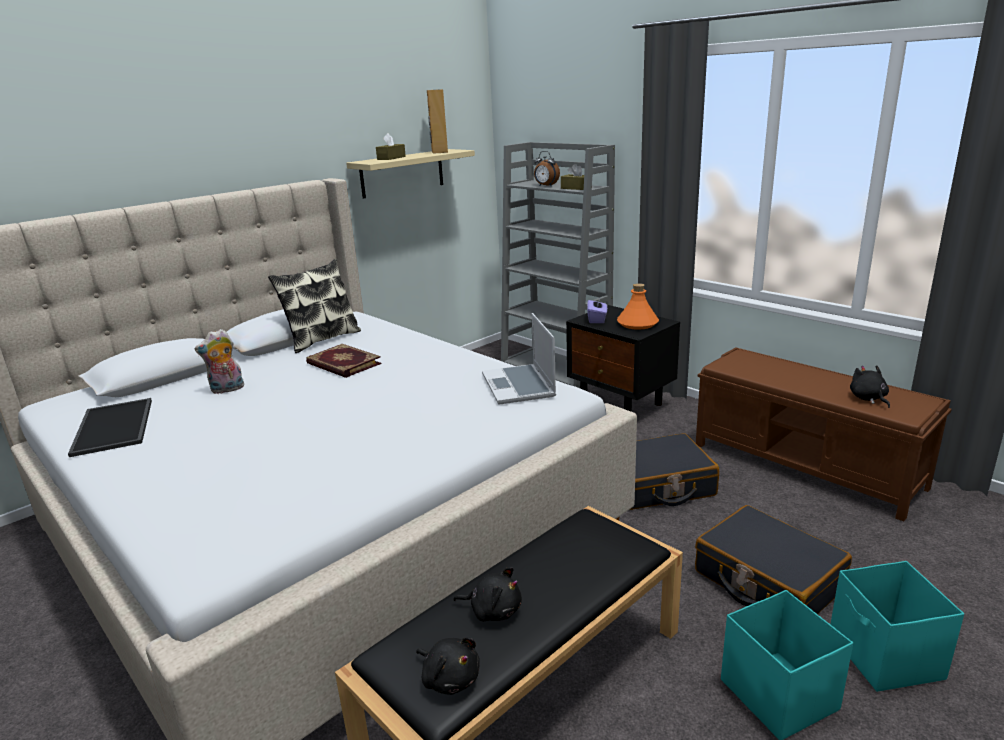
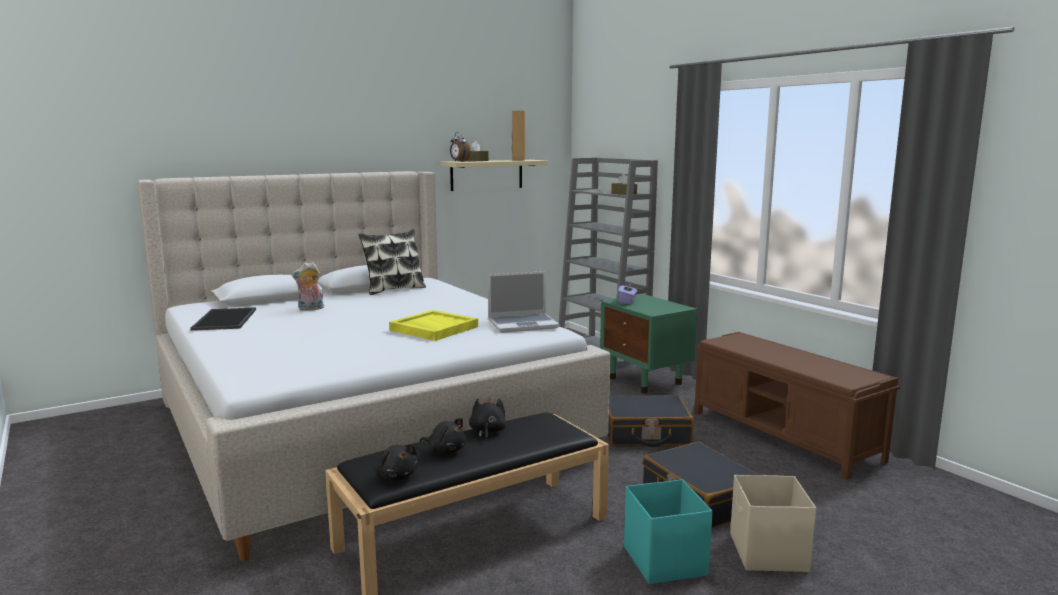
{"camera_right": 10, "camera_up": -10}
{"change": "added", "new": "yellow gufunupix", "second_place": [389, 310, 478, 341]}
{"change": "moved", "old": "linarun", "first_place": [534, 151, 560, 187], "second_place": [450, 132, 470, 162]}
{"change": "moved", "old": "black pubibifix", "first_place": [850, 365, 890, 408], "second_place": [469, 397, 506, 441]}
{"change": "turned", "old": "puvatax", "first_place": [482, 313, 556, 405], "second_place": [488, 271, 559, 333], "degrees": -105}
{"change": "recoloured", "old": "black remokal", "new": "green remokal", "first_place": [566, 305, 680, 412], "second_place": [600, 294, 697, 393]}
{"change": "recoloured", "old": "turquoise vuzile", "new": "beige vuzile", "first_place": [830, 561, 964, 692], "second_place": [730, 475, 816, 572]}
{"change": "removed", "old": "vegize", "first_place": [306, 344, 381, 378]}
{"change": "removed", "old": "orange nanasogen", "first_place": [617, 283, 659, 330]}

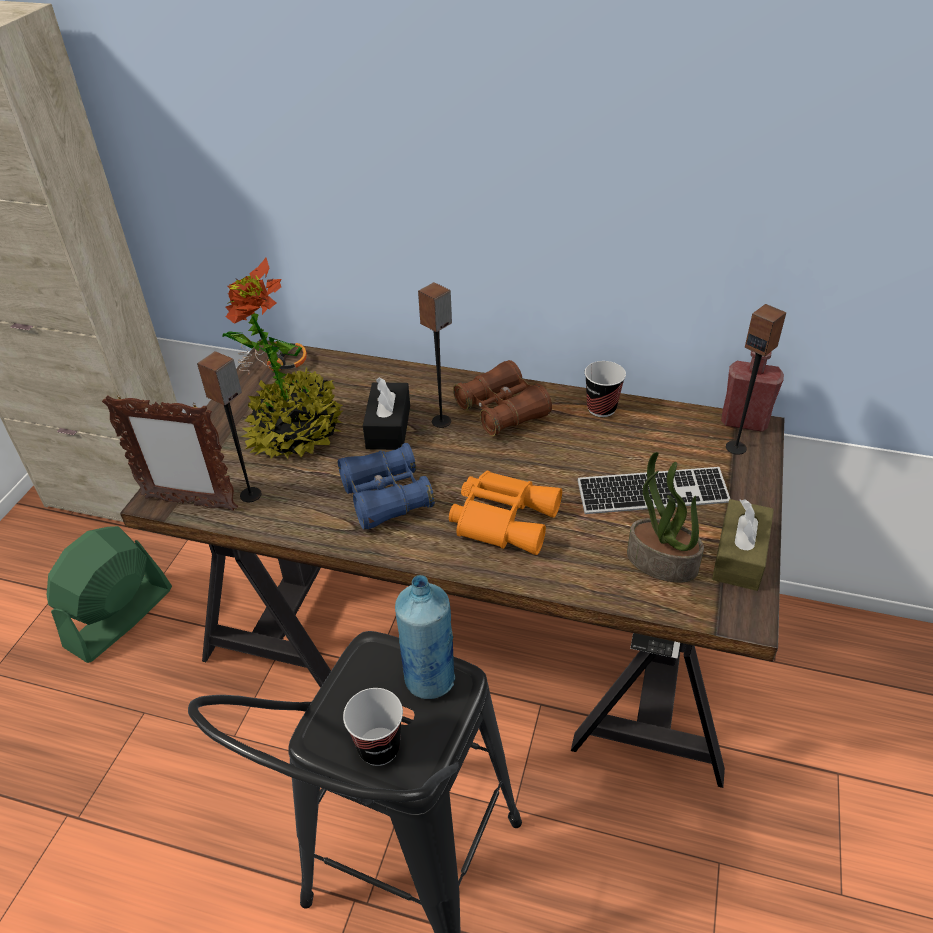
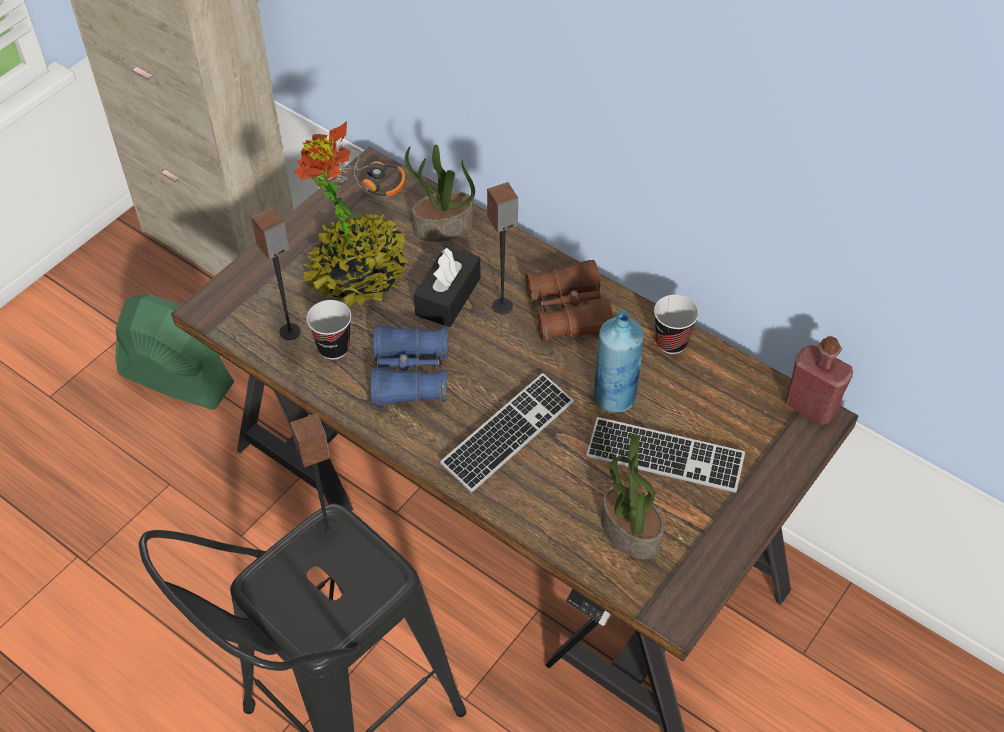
{"camera_right": 20, "camera_up": 10}
{"change": "turned", "old": "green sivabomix", "first_place": [47, 526, 172, 663], "second_place": [115, 294, 234, 410], "degrees": 60}
{"change": "moved", "old": "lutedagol", "first_place": [726, 304, 787, 455], "second_place": [290, 414, 340, 540]}
{"change": "moved", "old": "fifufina", "first_place": [343, 688, 403, 766], "second_place": [307, 300, 351, 360]}
{"change": "added", "new": "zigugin", "second_place": [405, 144, 475, 242]}
{"change": "replaced", "old": "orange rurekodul", "new": "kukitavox", "first_place": [449, 470, 562, 555], "second_place": [440, 373, 574, 493]}
{"change": "moved", "old": "blue nanasogen", "first_place": [395, 575, 455, 699], "second_place": [594, 311, 644, 413]}
{"change": "removed", "old": "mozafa", "first_place": [102, 395, 238, 511]}
{"change": "removed", "old": "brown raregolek", "first_place": [712, 499, 774, 591]}

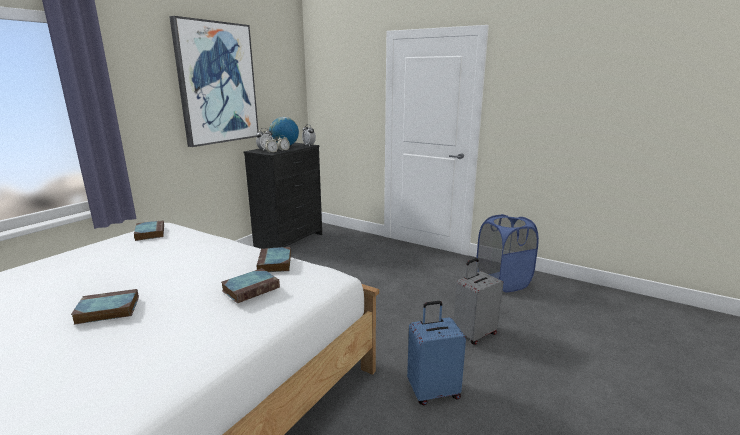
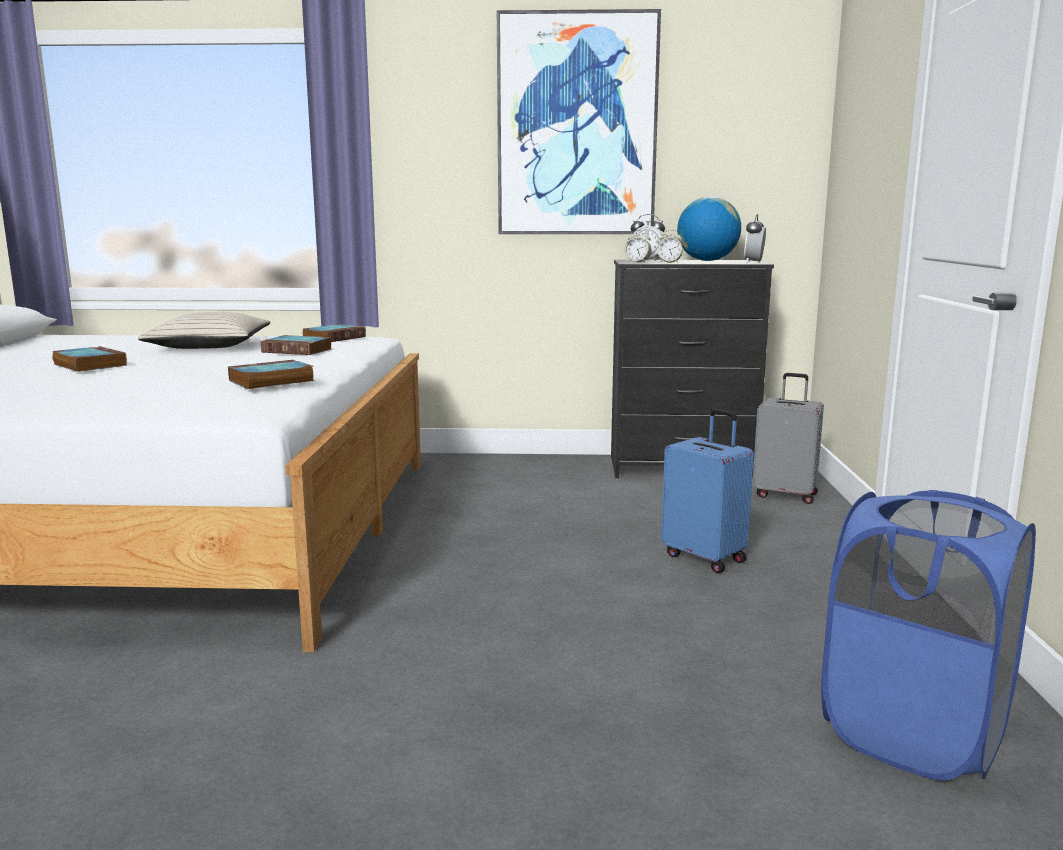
{"camera_right": 60, "camera_up": -5}
{"change": "added", "new": "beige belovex", "second_place": [138, 312, 271, 349]}
{"change": "moved", "old": "vegize", "first_place": [221, 268, 280, 304], "second_place": [260, 335, 331, 355]}
{"change": "moved", "old": "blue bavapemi", "first_place": [407, 301, 466, 405], "second_place": [661, 409, 754, 573]}
{"change": "moved", "old": "grey bavapemi", "first_place": [454, 258, 503, 345], "second_place": [752, 373, 824, 504]}

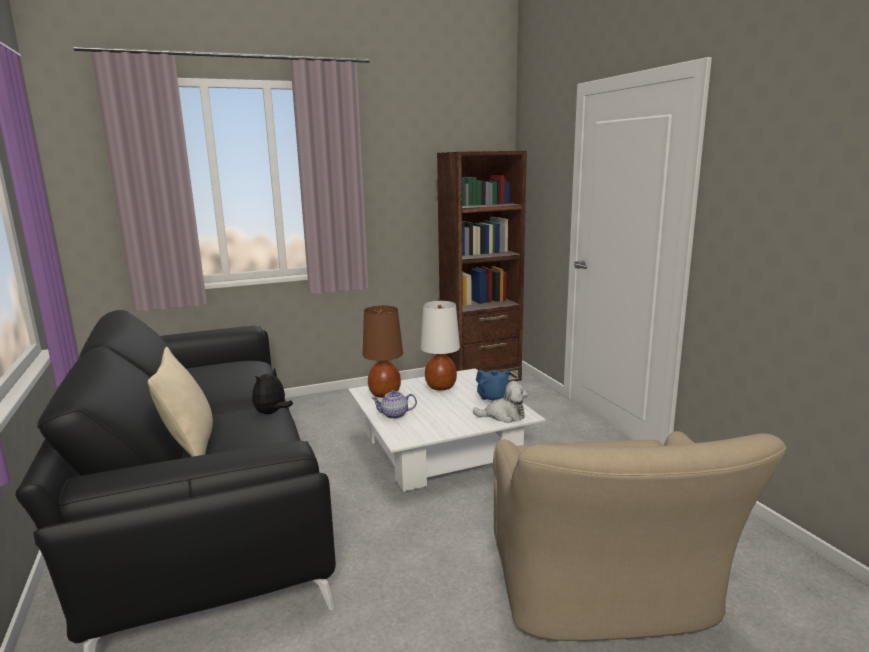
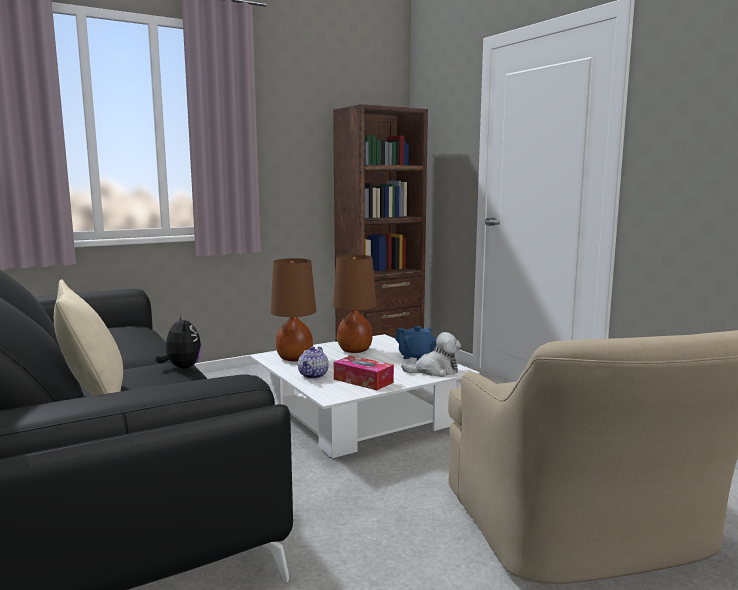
{"camera_right": -10, "camera_up": -5}
{"change": "turned", "old": "pubibifix", "first_place": [252, 367, 293, 414], "second_place": [156, 315, 201, 369], "degrees": 135}
{"change": "turned", "old": "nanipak", "first_place": [371, 390, 417, 419], "second_place": [298, 346, 329, 379], "degrees": -60}
{"change": "recoloured", "old": "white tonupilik", "new": "brown tonupilik", "first_place": [421, 301, 460, 390], "second_place": [333, 255, 376, 353]}
{"change": "added", "new": "raregolek", "second_place": [334, 356, 394, 390]}

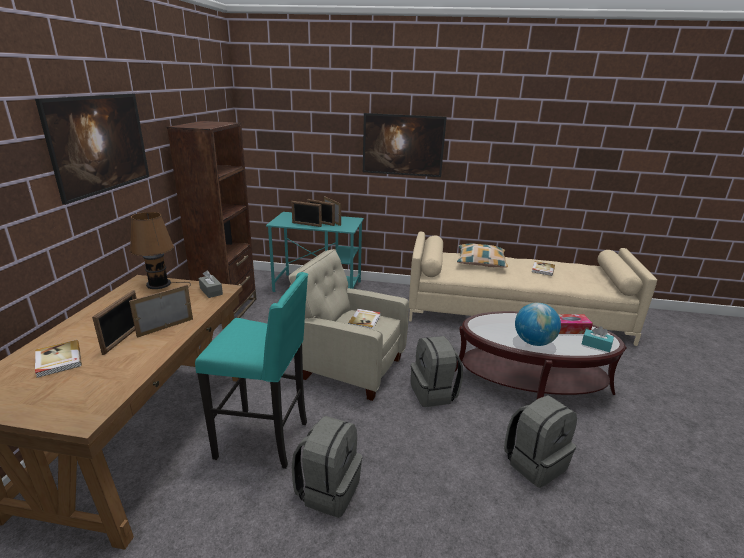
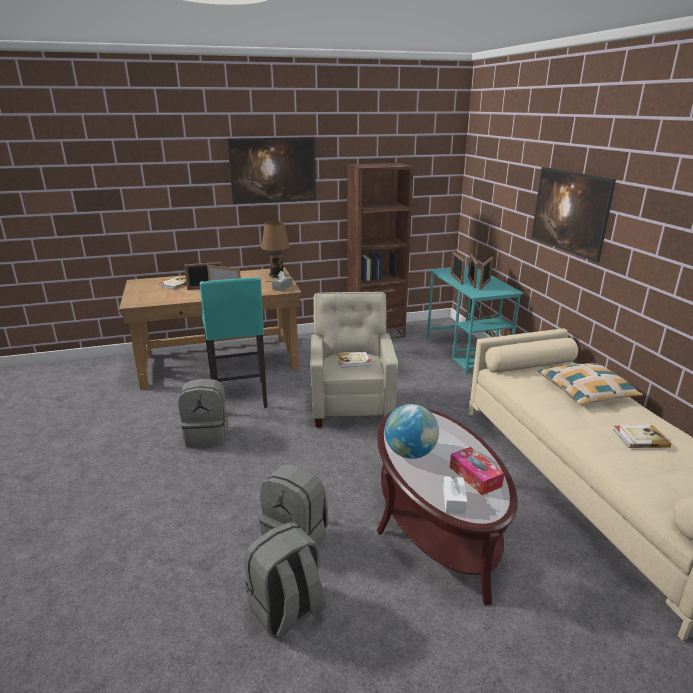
{"camera_right": 65, "camera_up": 0}
{"change": "moved", "old": "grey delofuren", "first_place": [411, 336, 463, 407], "second_place": [244, 523, 326, 637]}
{"change": "recoloured", "old": "turquoise raregolek", "new": "white raregolek", "first_place": [582, 326, 614, 352], "second_place": [443, 474, 467, 514]}

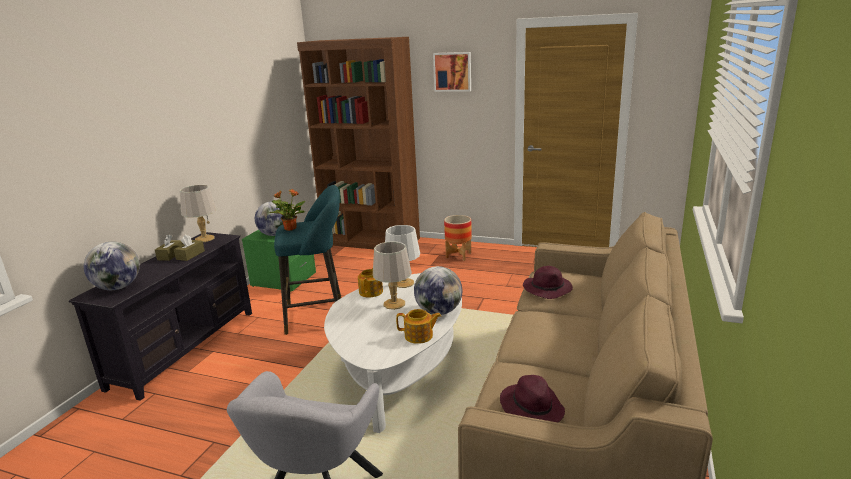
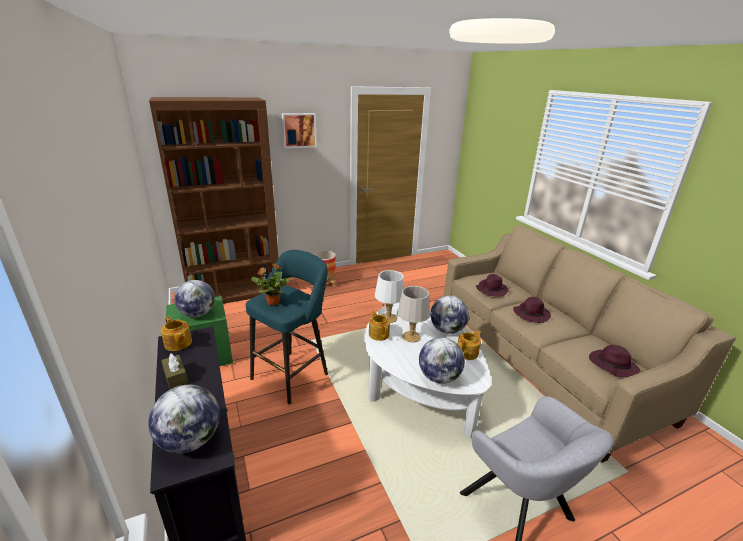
{"camera_right": -45, "camera_up": 5}
{"change": "replaced", "old": "grey tonupilik", "new": "nanipak", "first_place": [180, 185, 217, 242], "second_place": [161, 317, 192, 351]}
{"change": "added", "new": "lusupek", "second_place": [419, 337, 465, 384]}
{"change": "added", "new": "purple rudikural", "second_place": [513, 297, 551, 323]}
{"change": "removed", "old": "brown raregolek", "first_place": [174, 234, 205, 261]}

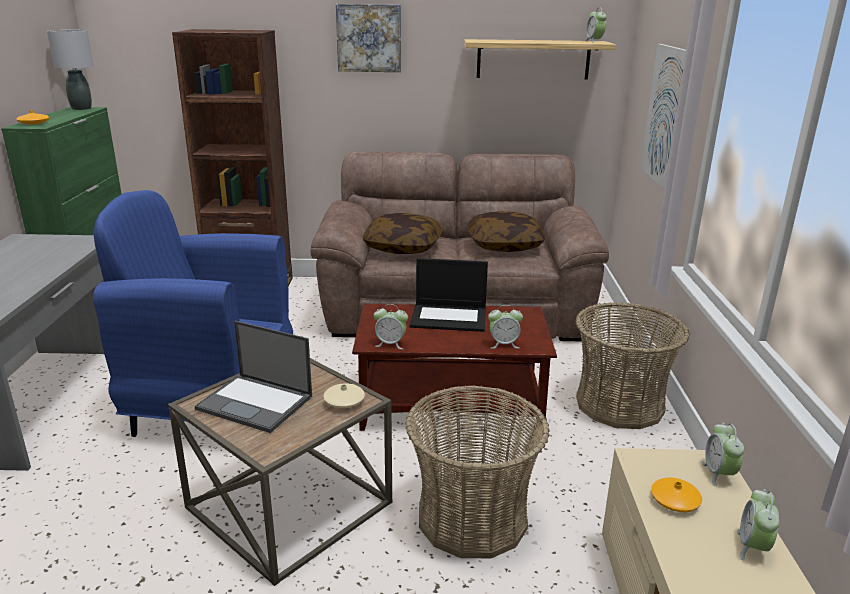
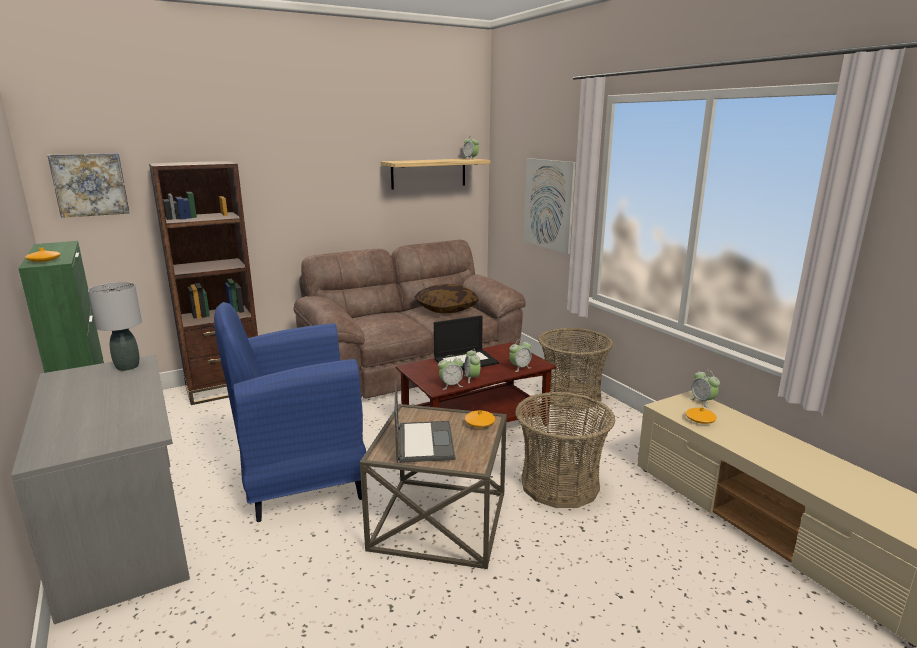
{"camera_right": -30, "camera_up": -5}
{"change": "moved", "old": "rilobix", "first_place": [336, 4, 401, 72], "second_place": [47, 153, 130, 218]}
{"change": "moved", "old": "grey tonupilik", "first_place": [47, 30, 93, 110], "second_place": [88, 282, 142, 371]}
{"change": "turned", "old": "puvatax", "first_place": [195, 321, 312, 433], "second_place": [395, 380, 455, 463], "degrees": -90}
{"change": "moved", "old": "linarun", "first_place": [737, 489, 780, 560], "second_place": [464, 349, 480, 384]}
{"change": "recoloured", "old": "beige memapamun", "new": "orange memapamun", "first_place": [323, 383, 365, 408], "second_place": [465, 410, 495, 428]}
{"change": "removed", "old": "belovex", "first_place": [363, 213, 442, 254]}

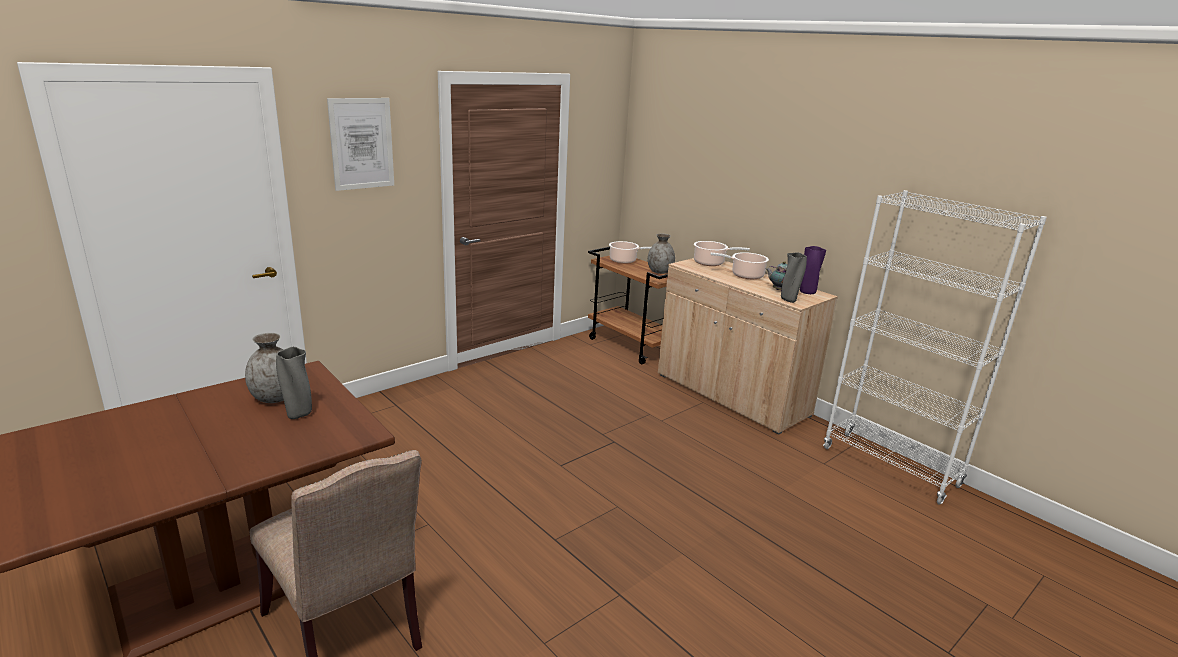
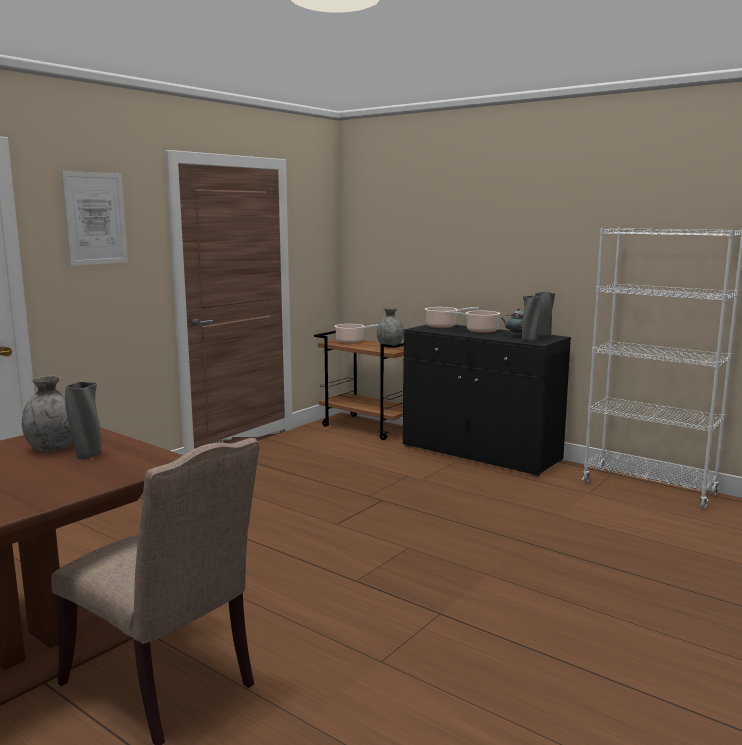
{"camera_right": -10, "camera_up": -10}
{"change": "recoloured", "old": "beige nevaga", "new": "black nevaga", "first_place": [658, 258, 838, 434], "second_place": [403, 325, 571, 477]}
{"change": "recoloured", "old": "purple memapamun", "new": "grey memapamun", "first_place": [800, 246, 826, 294], "second_place": [535, 292, 555, 337]}

